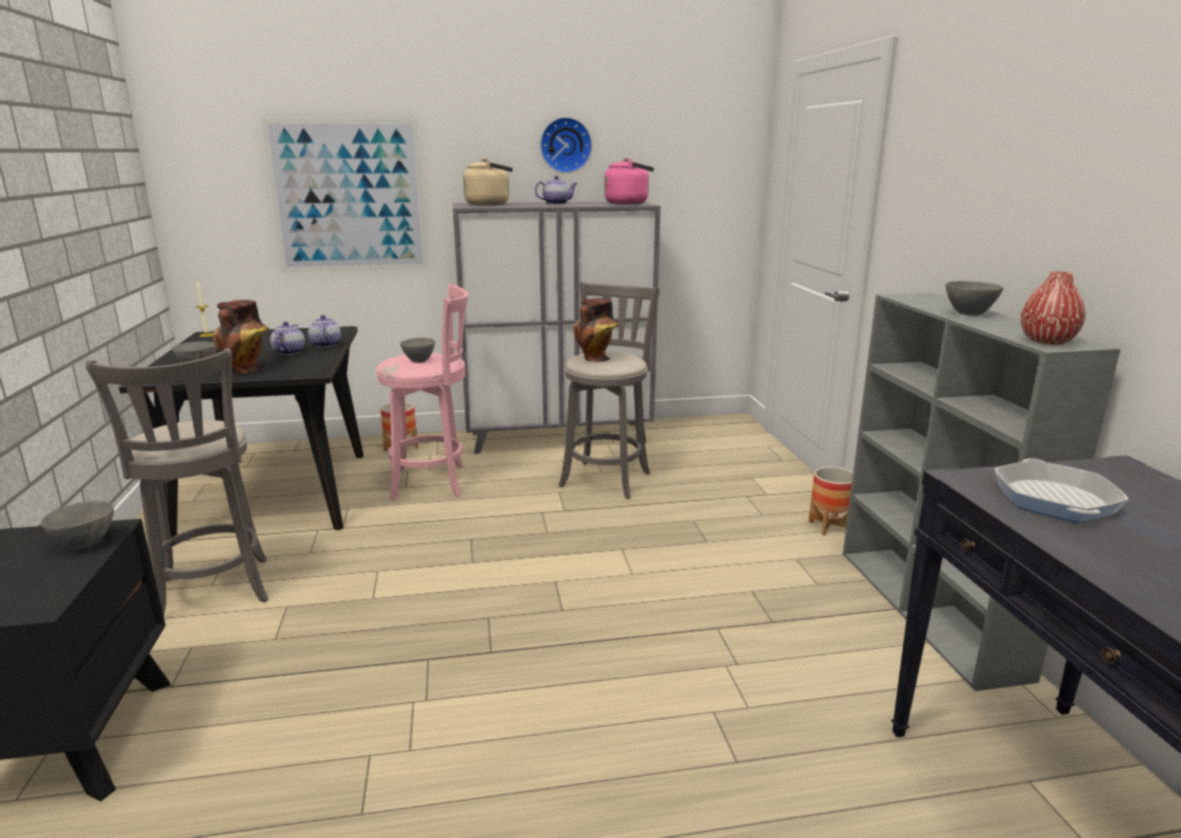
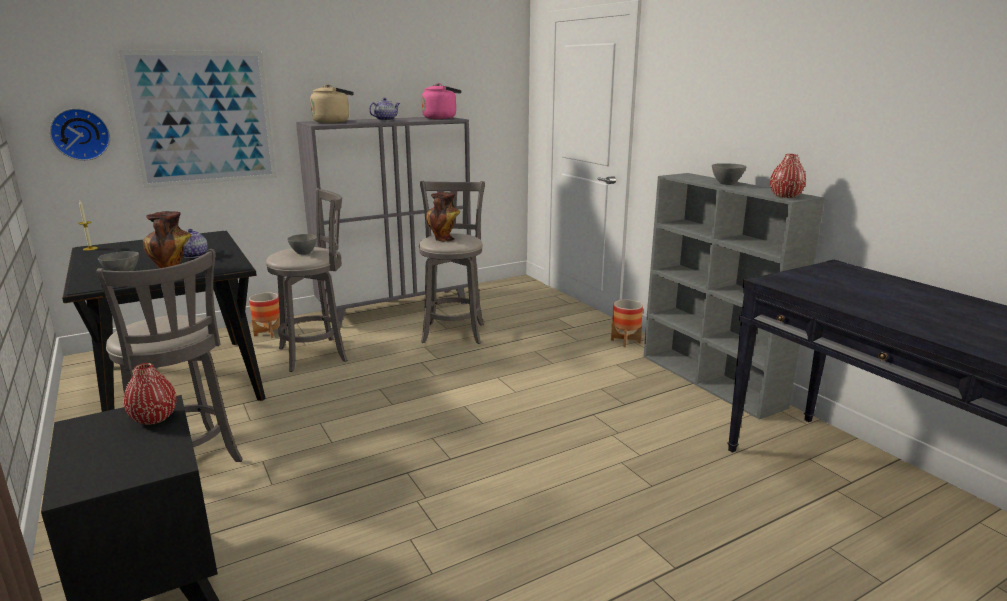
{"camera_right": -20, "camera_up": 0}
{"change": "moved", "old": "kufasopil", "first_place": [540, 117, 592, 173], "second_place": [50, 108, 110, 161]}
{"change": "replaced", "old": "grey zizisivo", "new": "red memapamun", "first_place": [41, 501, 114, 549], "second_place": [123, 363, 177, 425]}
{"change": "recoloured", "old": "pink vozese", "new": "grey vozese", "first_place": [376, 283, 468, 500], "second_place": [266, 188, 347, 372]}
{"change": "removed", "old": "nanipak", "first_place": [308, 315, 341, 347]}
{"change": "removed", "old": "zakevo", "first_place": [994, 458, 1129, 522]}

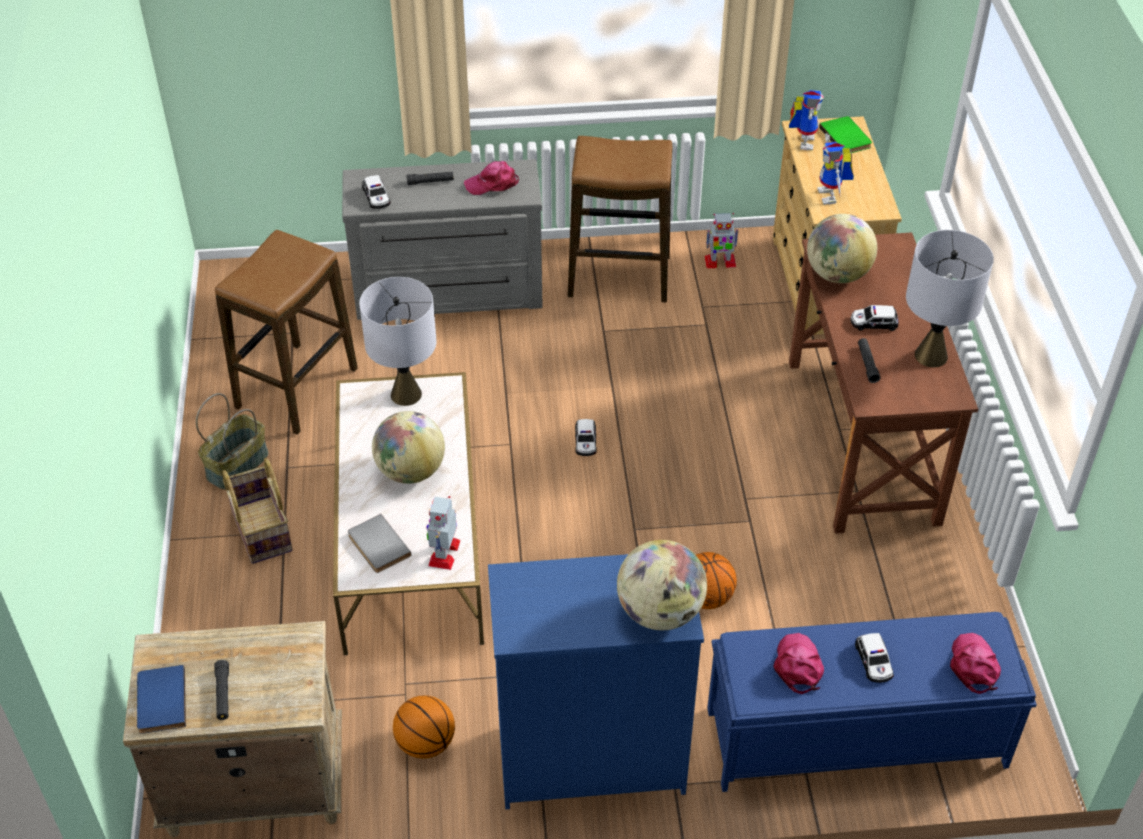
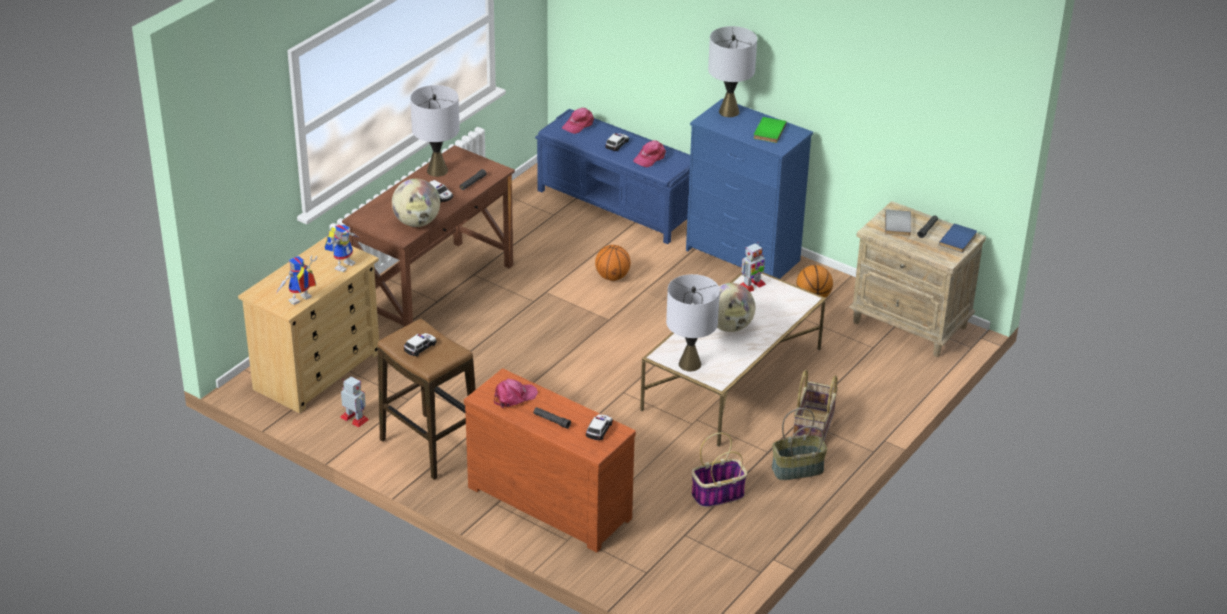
{"camera_right": -140, "camera_up": -10}
{"change": "moved", "old": "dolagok", "first_place": [575, 419, 597, 456], "second_place": [404, 333, 437, 357]}
{"change": "recoloured", "old": "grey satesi", "new": "brown satesi", "first_place": [342, 159, 543, 320], "second_place": [464, 368, 636, 552]}
{"change": "turned", "old": "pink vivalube", "first_place": [464, 161, 519, 195], "second_place": [494, 379, 538, 409], "degrees": -60}
{"change": "replaced", "old": "vozese", "new": "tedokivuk", "first_place": [215, 230, 358, 435], "second_place": [691, 433, 747, 508]}
{"change": "replaced", "old": "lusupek", "new": "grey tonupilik", "first_place": [617, 540, 707, 630], "second_place": [708, 26, 757, 117]}
{"change": "moved", "old": "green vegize", "first_place": [819, 116, 872, 153], "second_place": [754, 117, 787, 143]}
{"change": "moved", "old": "grey vegize", "first_place": [348, 514, 411, 573], "second_place": [885, 210, 911, 236]}

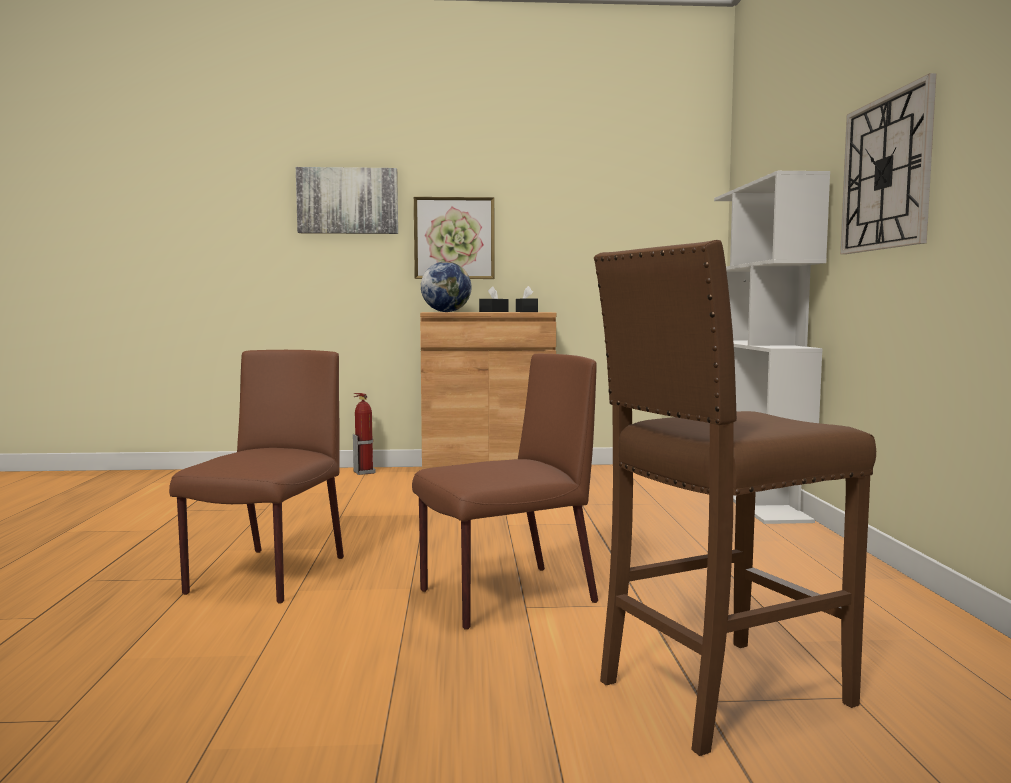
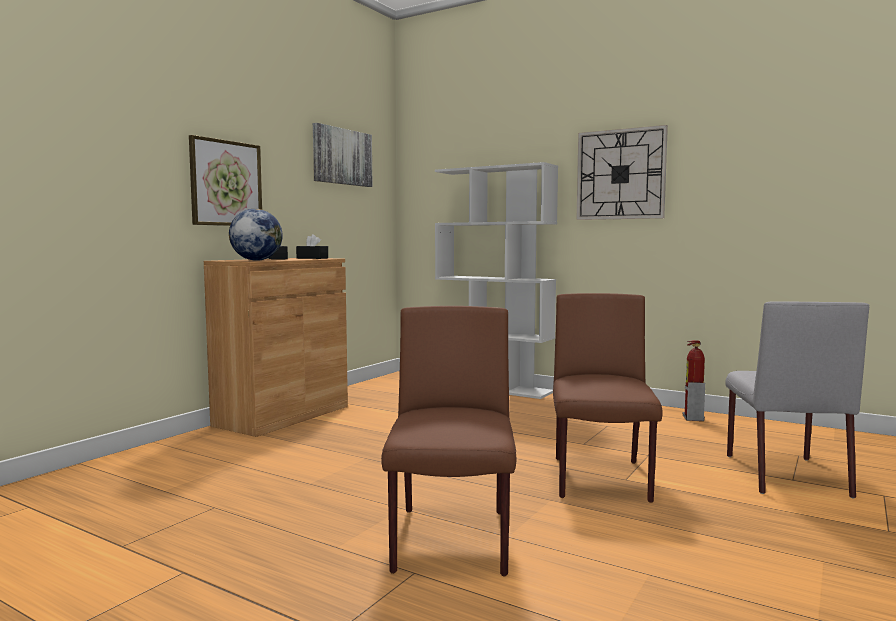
{"camera_right": -55, "camera_up": 0}
{"change": "moved", "old": "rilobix", "first_place": [296, 167, 398, 234], "second_place": [313, 123, 373, 187]}
{"change": "turned", "old": "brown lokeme", "first_place": [169, 350, 344, 604], "second_place": [381, 306, 517, 576], "degrees": 45}
{"change": "moved", "old": "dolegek", "first_place": [353, 393, 376, 475], "second_place": [682, 340, 705, 421]}
{"change": "replaced", "old": "brown vozese", "new": "grey lokeme", "first_place": [594, 240, 876, 756], "second_place": [725, 301, 869, 499]}

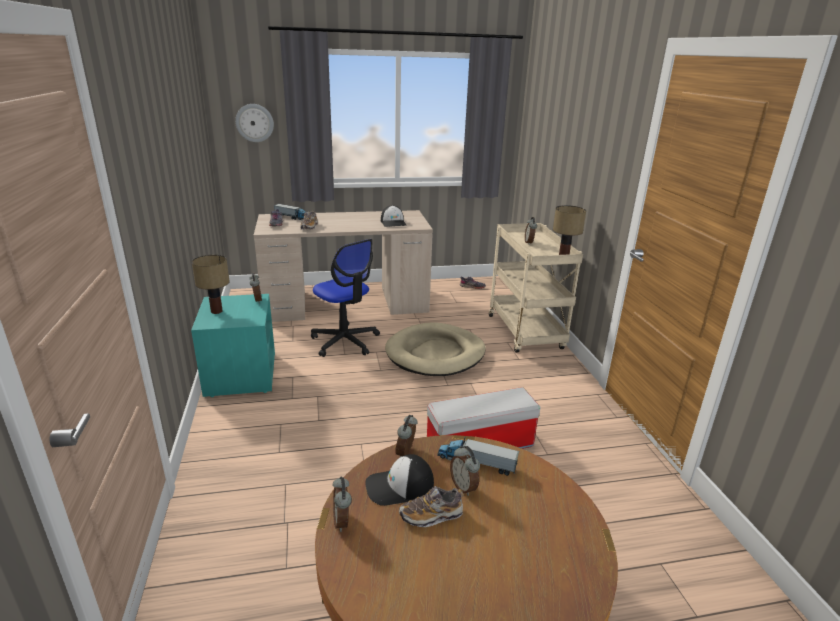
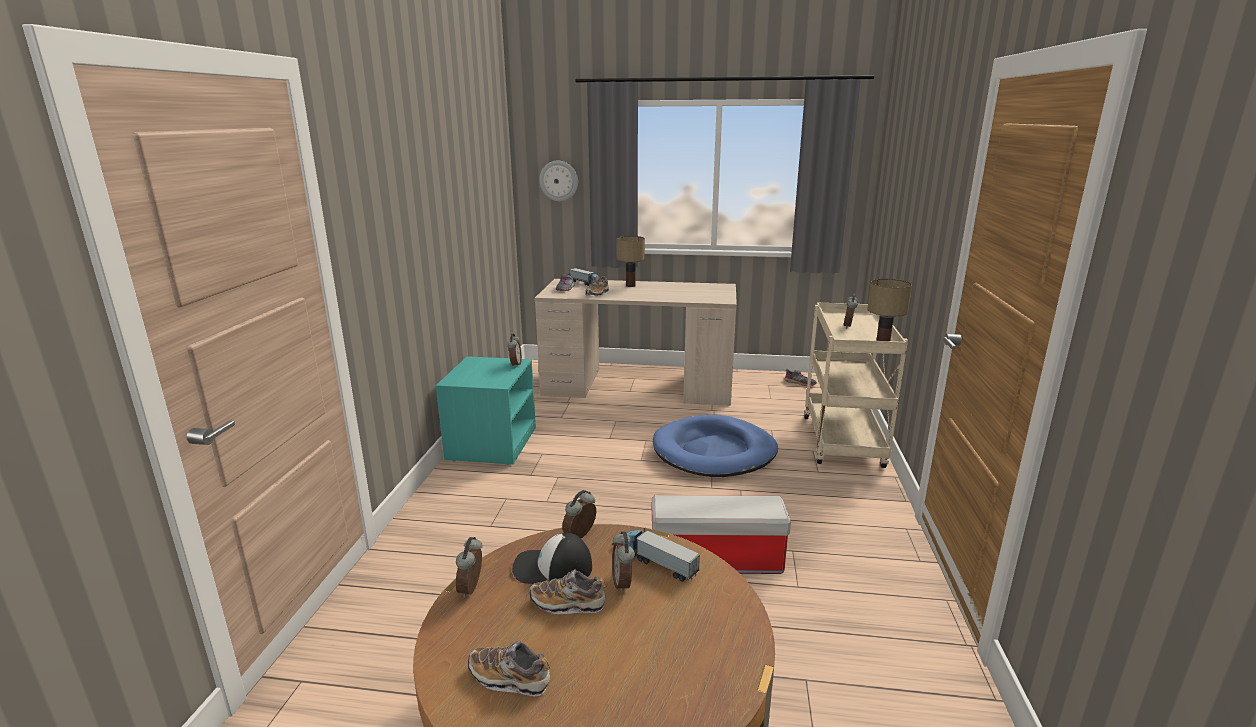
{"camera_right": 20, "camera_up": -5}
{"change": "added", "new": "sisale", "second_place": [468, 641, 550, 696]}
{"change": "moved", "old": "tonupilik", "first_place": [192, 255, 230, 314], "second_place": [617, 236, 645, 287]}
{"change": "recoloured", "old": "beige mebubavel", "new": "blue mebubavel", "first_place": [385, 322, 486, 376], "second_place": [653, 415, 778, 477]}
{"change": "removed", "old": "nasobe", "first_place": [311, 239, 380, 357]}
{"change": "removed", "old": "vivalube", "first_place": [381, 205, 407, 227]}

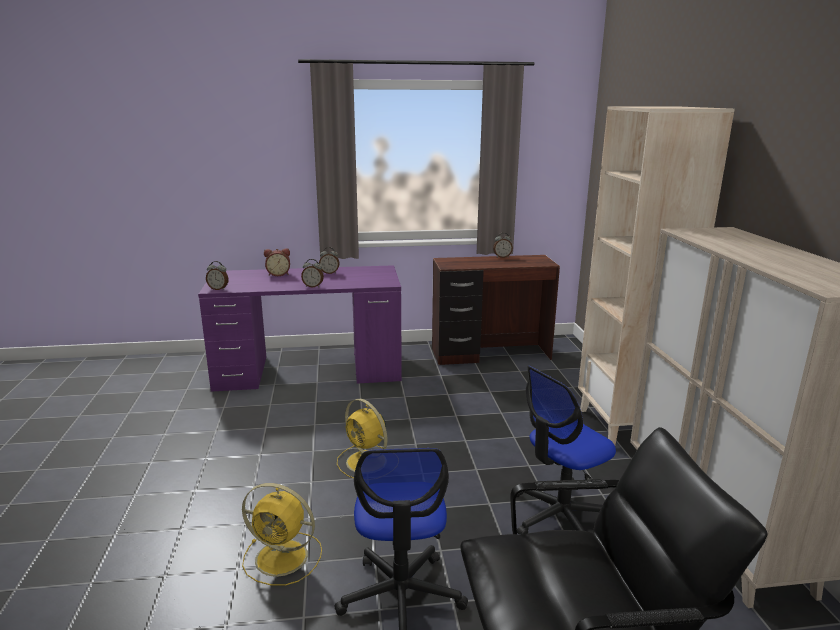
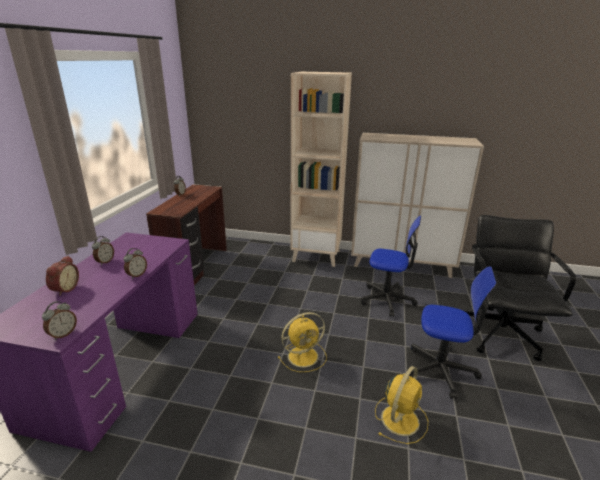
{"camera_right": -70, "camera_up": 5}
{"change": "turned", "old": "nasobe", "first_place": [517, 366, 616, 535], "second_place": [361, 216, 421, 317], "degrees": -60}

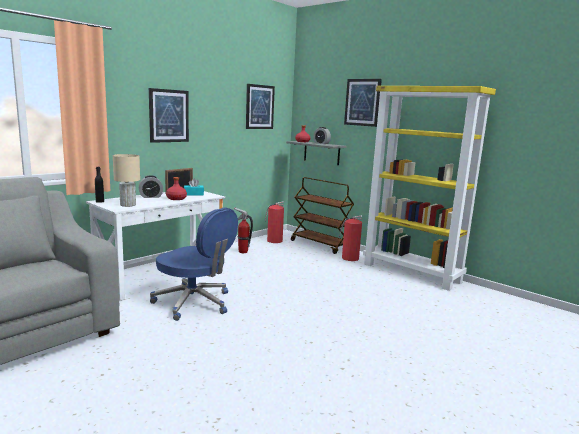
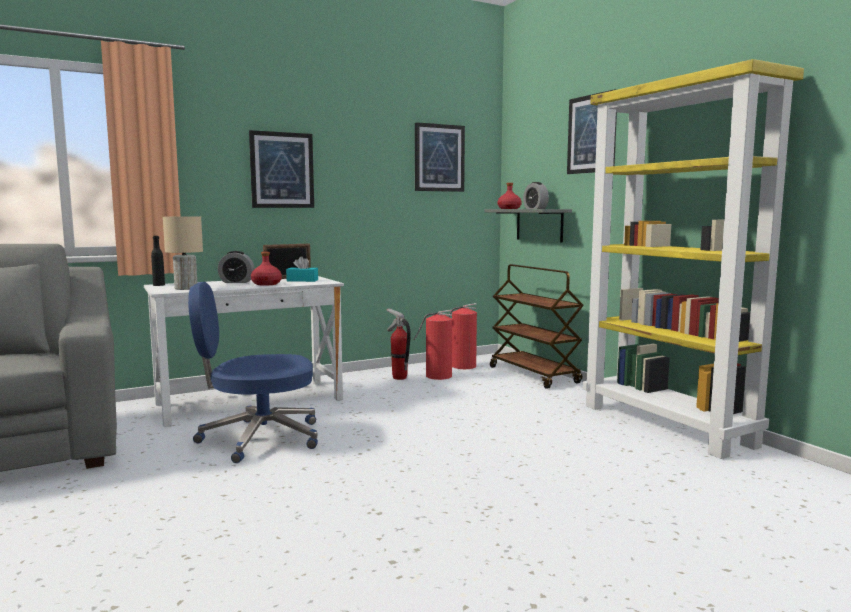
{"camera_right": 20, "camera_up": -5}
{"change": "turned", "old": "blue nasobe", "first_place": [150, 207, 238, 321], "second_place": [188, 282, 318, 463], "degrees": 120}
{"change": "moved", "old": "dolegek", "first_place": [339, 215, 362, 261], "second_place": [414, 310, 452, 380]}

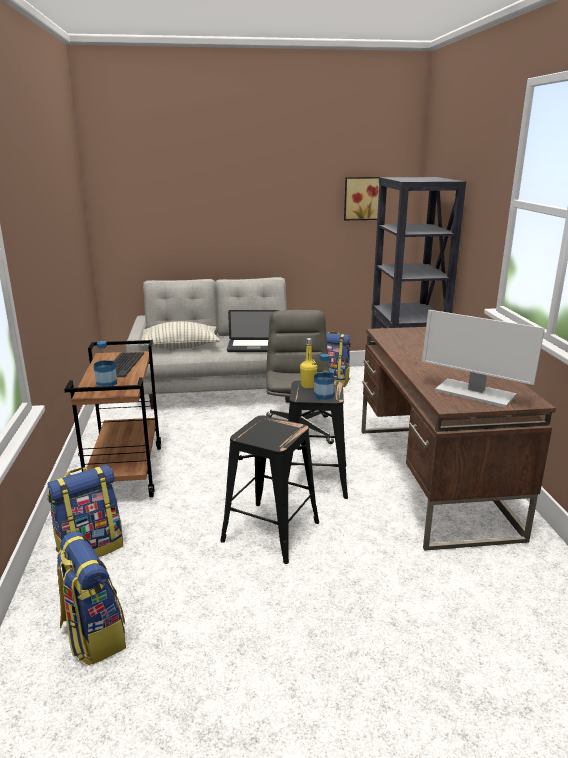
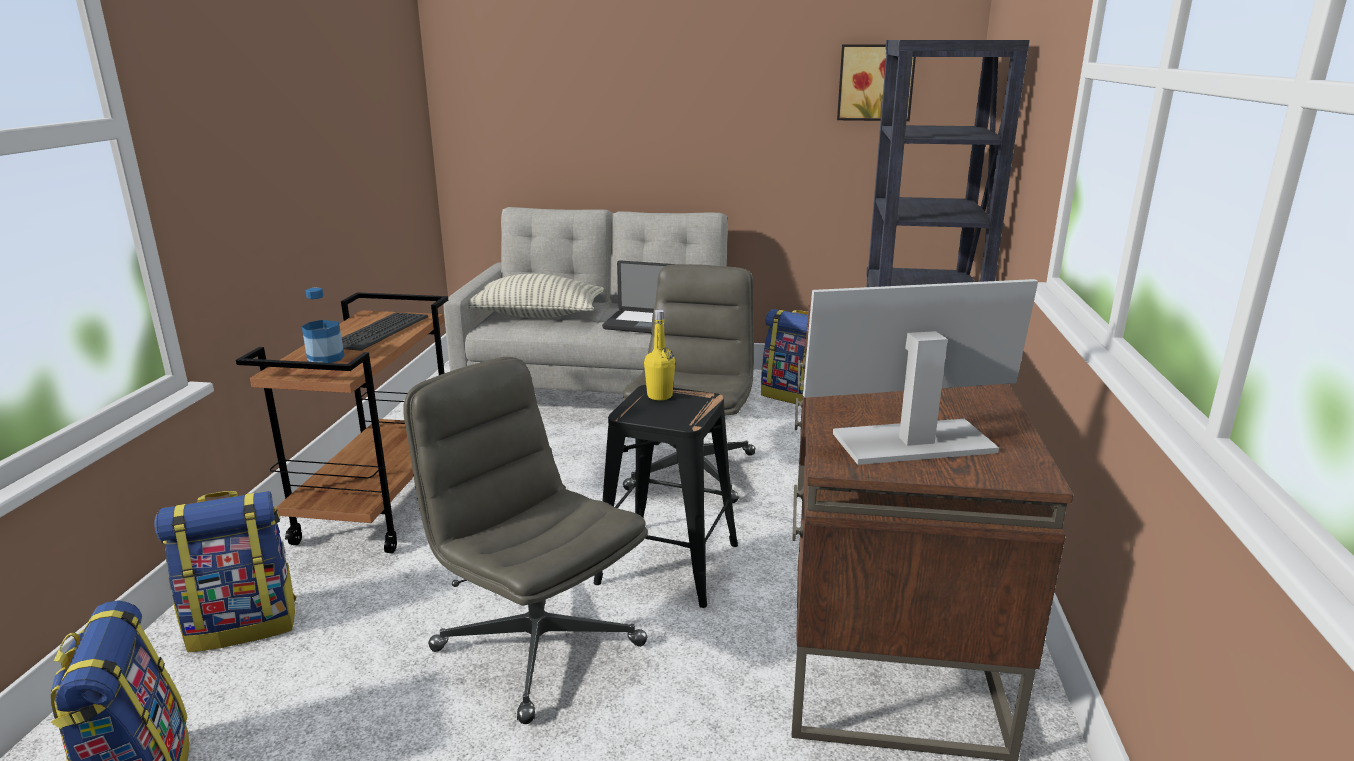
{"camera_right": 15, "camera_up": 0}
{"change": "replaced", "old": "black vozese", "new": "grey nasobe", "first_place": [220, 415, 319, 564], "second_place": [403, 357, 648, 724]}
{"change": "turned", "old": "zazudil", "first_place": [422, 310, 545, 408], "second_place": [803, 279, 1038, 465], "degrees": 120}
{"change": "removed", "old": "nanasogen", "first_place": [314, 354, 335, 400]}

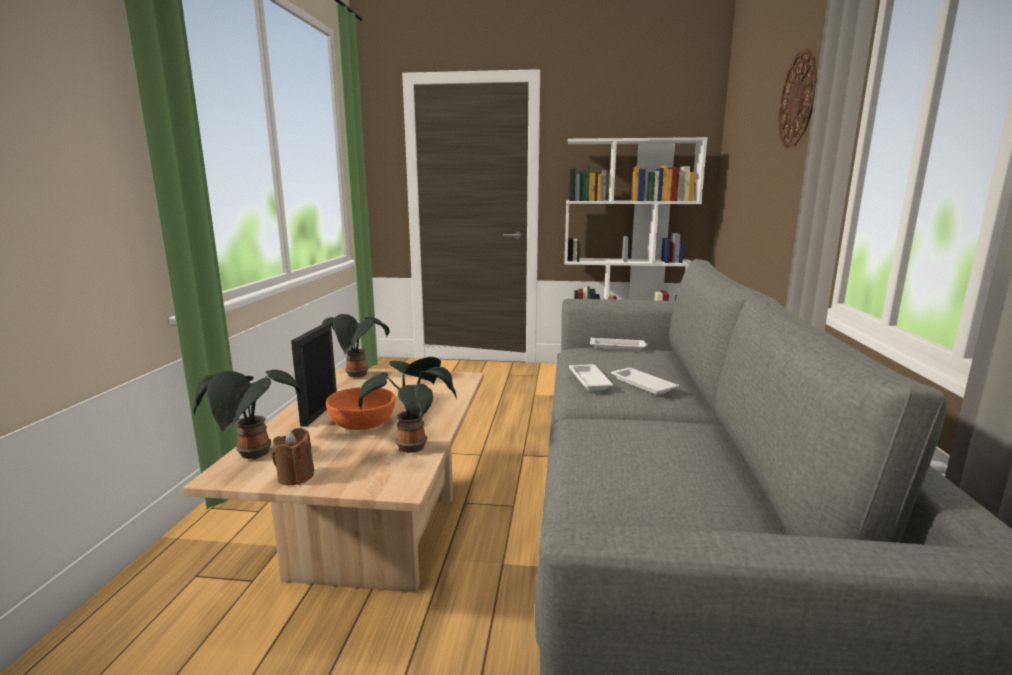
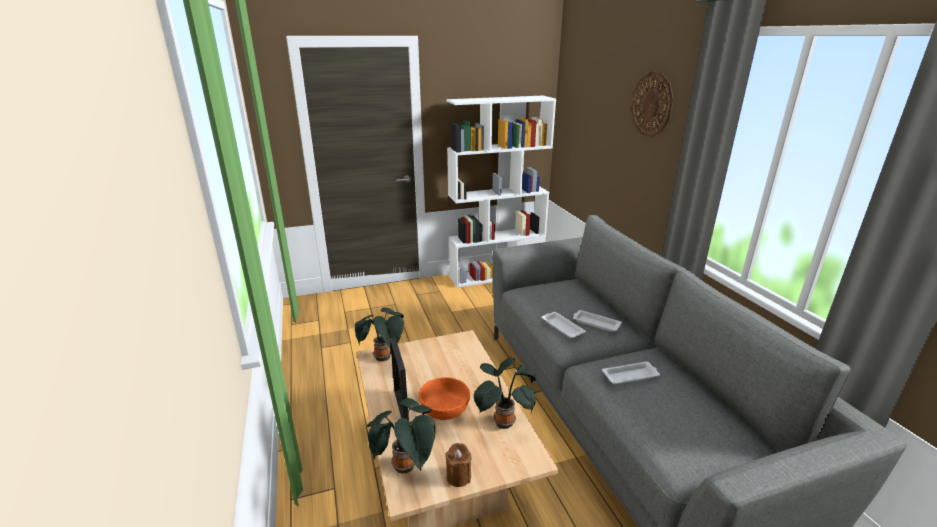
{"camera_right": -25, "camera_up": 10}
{"change": "moved", "old": "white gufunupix", "first_place": [590, 337, 648, 351], "second_place": [602, 362, 660, 384]}

